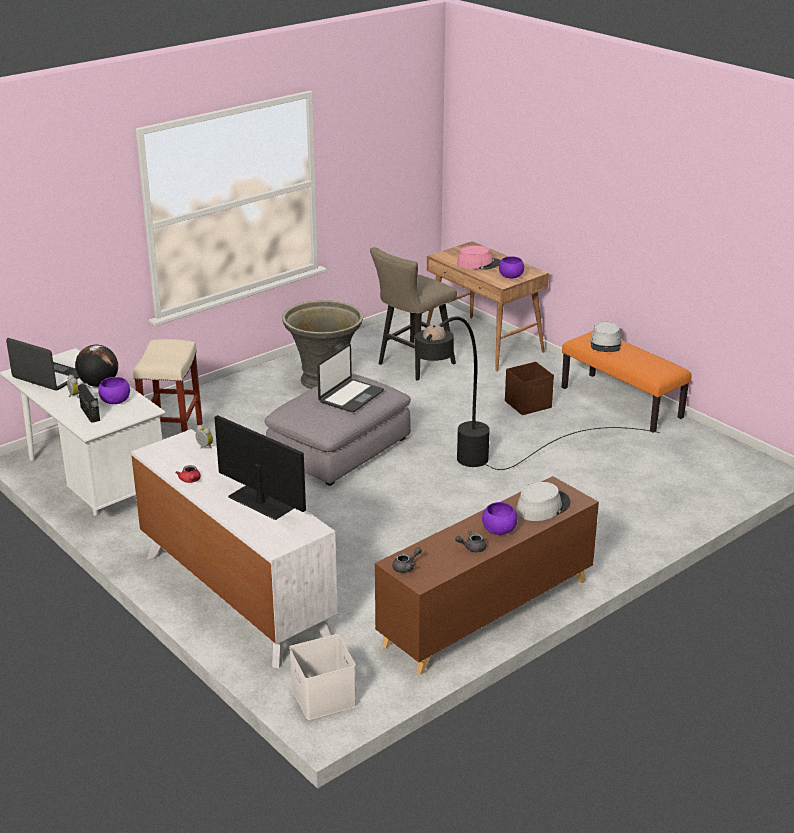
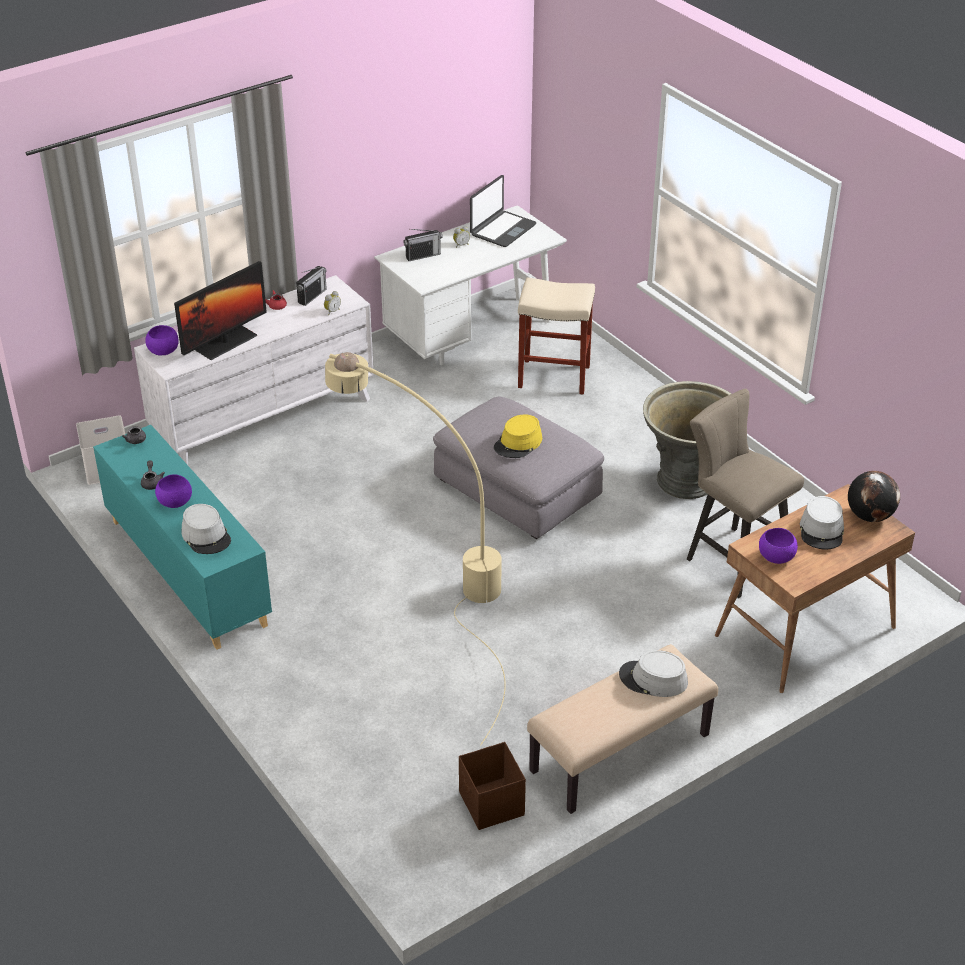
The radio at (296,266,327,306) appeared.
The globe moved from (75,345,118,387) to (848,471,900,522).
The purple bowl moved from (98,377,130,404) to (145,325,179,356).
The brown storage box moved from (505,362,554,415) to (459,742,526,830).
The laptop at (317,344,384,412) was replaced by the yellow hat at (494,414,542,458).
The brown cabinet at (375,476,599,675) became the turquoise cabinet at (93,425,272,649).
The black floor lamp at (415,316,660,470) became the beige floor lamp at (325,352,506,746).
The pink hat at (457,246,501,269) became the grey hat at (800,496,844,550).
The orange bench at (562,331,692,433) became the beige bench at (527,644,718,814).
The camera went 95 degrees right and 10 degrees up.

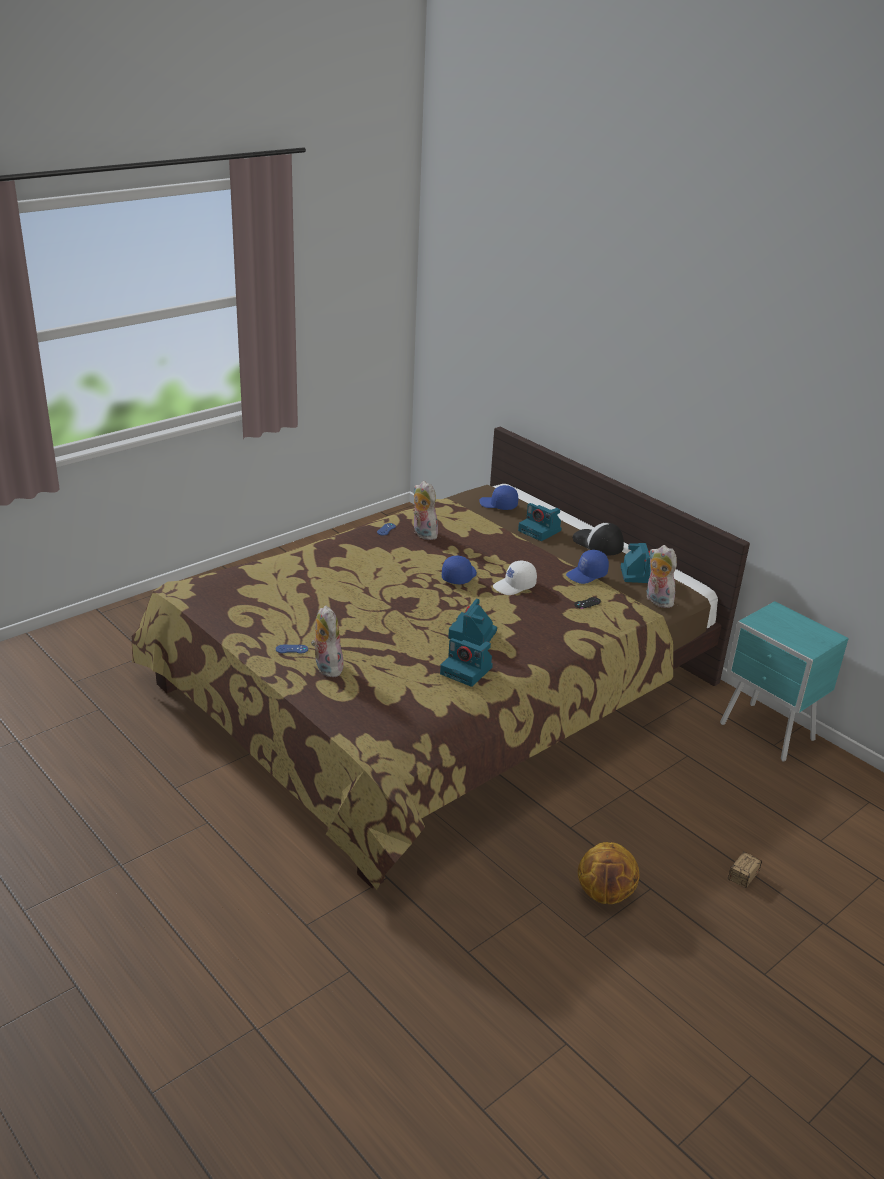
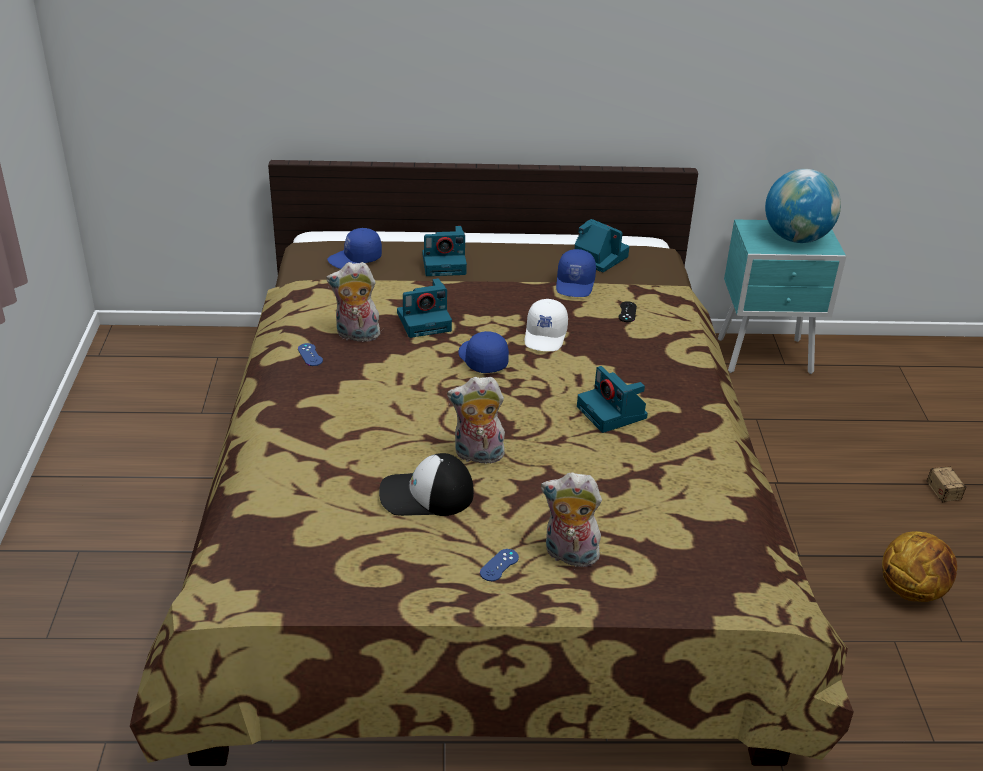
The globe at (765,169,841,243) appeared.
The photo camera moved from (440,638,493,687) to (397,278,452,338).
The cap moved from (573,523,624,555) to (379,453,474,516).
The plush toy moved from (647,545,677,608) to (447,377,505,464).
The camera went 50 degrees left and 5 degrees up.

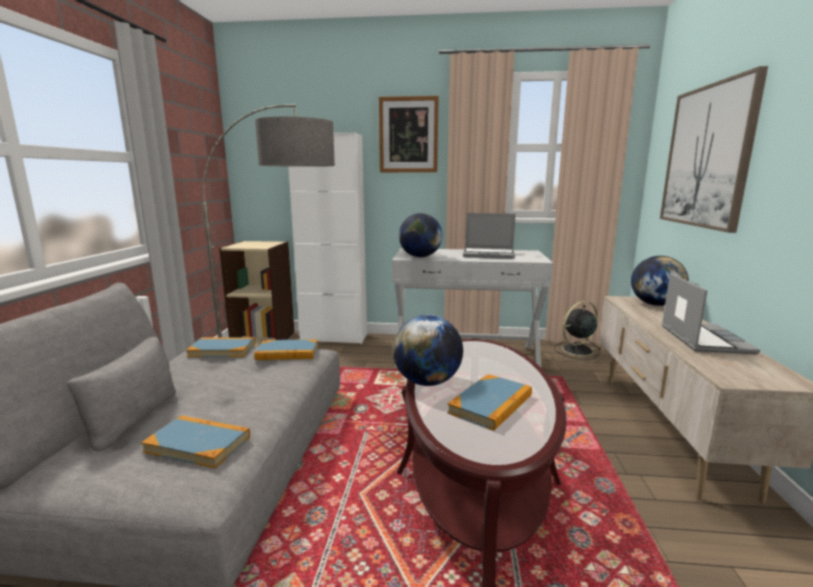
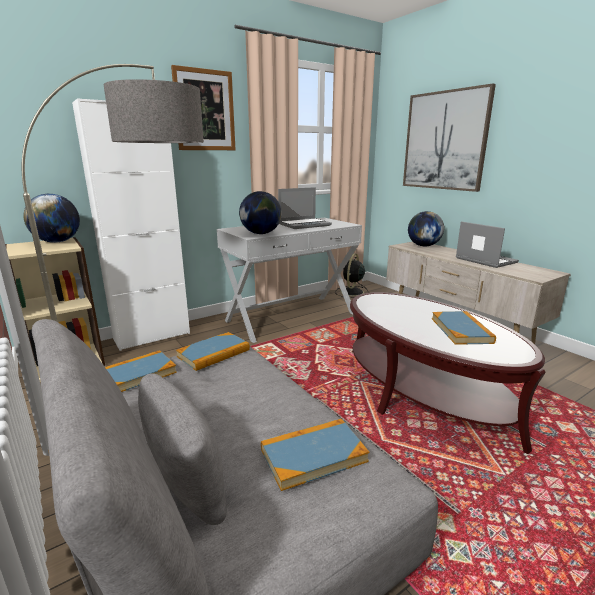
The globe moved from (393,315,463,386) to (23,194,80,243).
The camera went 40 degrees left and 5 degrees up.

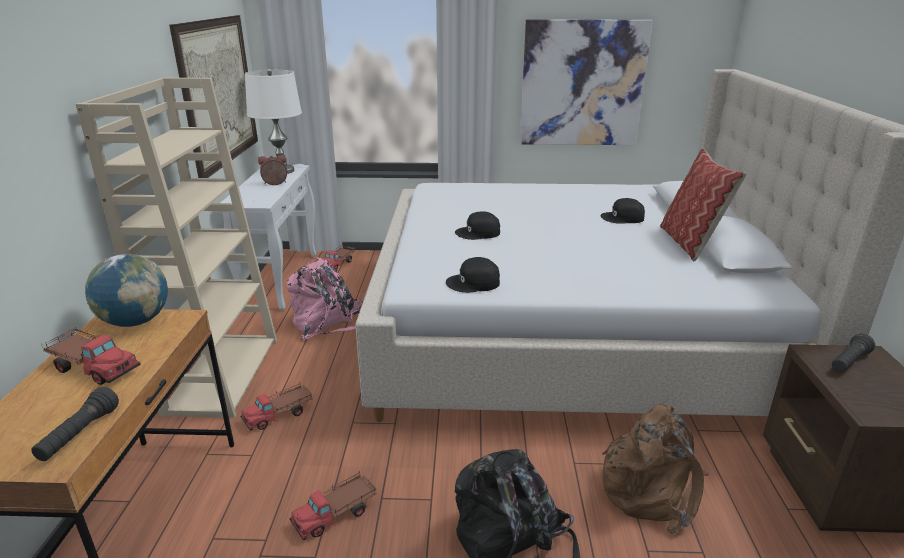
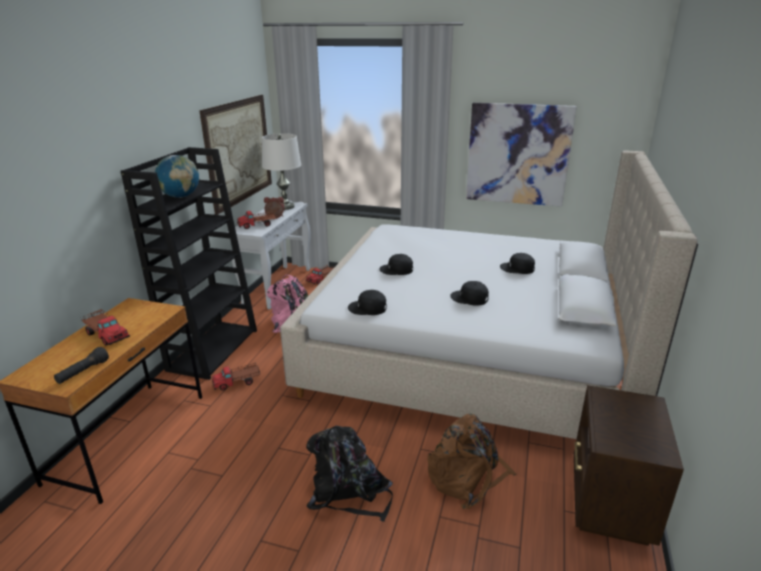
The pillow at (660,148,746,261) disappeared.
The black flashlight at (832,334,875,372) disappeared.
The black cap at (450,281,489,306) appeared.
The globe moved from (85,254,168,327) to (155,155,199,198).
The toy truck moved from (289,472,377,541) to (237,211,277,229).
The beige bookcase at (75,78,277,418) became the black bookcase at (121,147,257,380).
The camera went 15 degrees right and 0 degrees up.

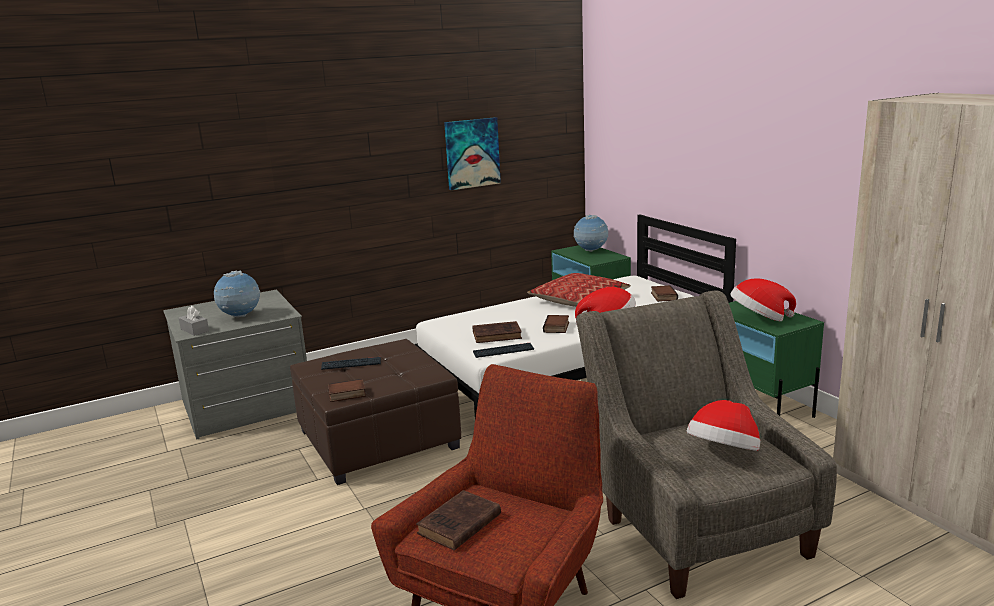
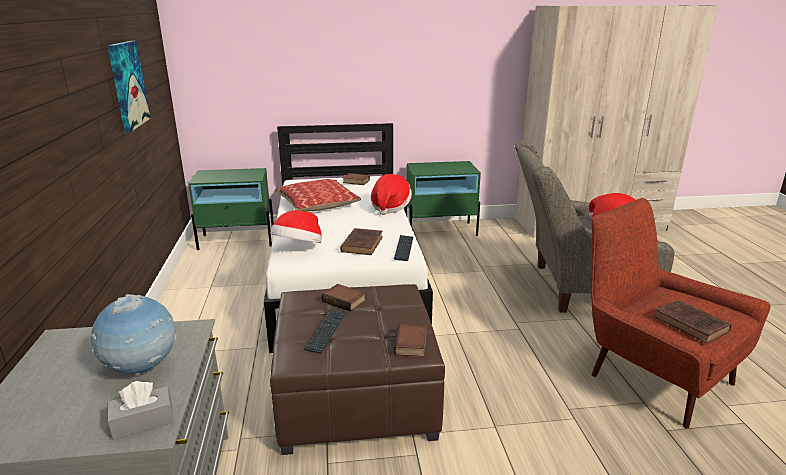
The globe at (573,214,608,252) disappeared.
The book moved from (543,315,569,333) to (322,284,366,312).
The hat moved from (730,278,796,322) to (270,210,322,243).
The camera went 70 degrees left and 5 degrees up.

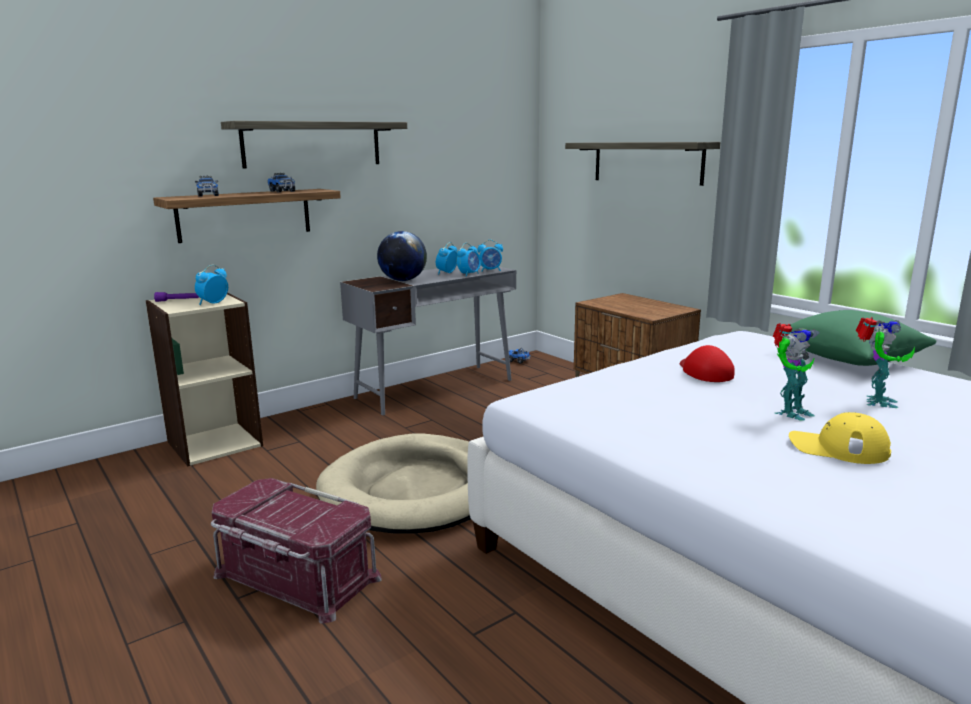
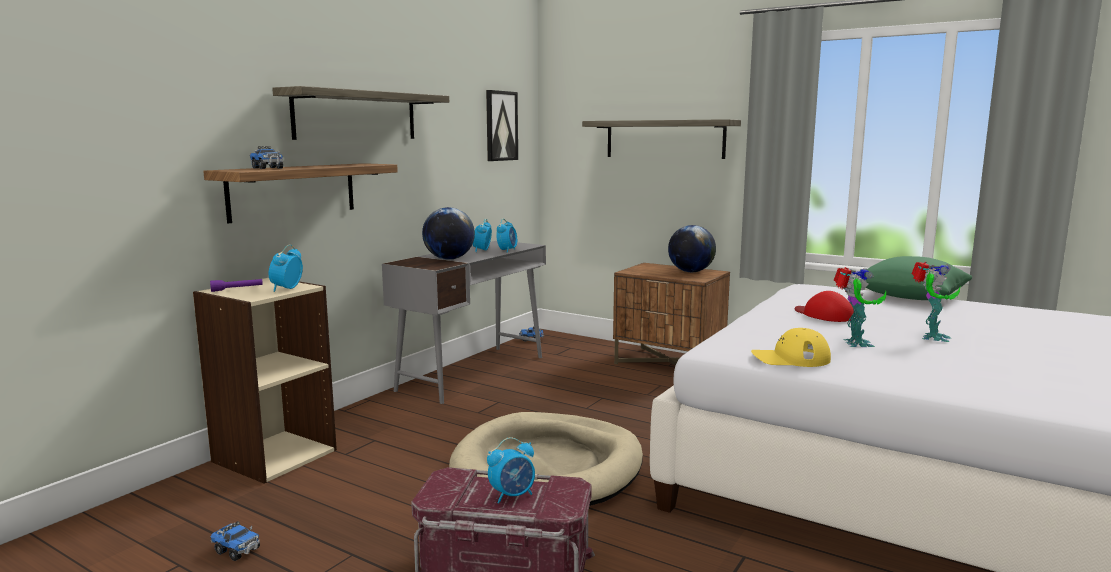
The picture at (486,90,518,161) appeared.
The globe at (668,225,716,272) appeared.
The toy truck moved from (267,173,295,192) to (211,521,260,561).
The alarm clock moved from (478,240,503,272) to (487,437,535,503).
The yellow cap moved from (789,412,891,464) to (751,328,831,367).
The toy robot moved from (856,317,915,408) to (834,267,886,347).
The camera went 20 degrees left and 5 degrees down.

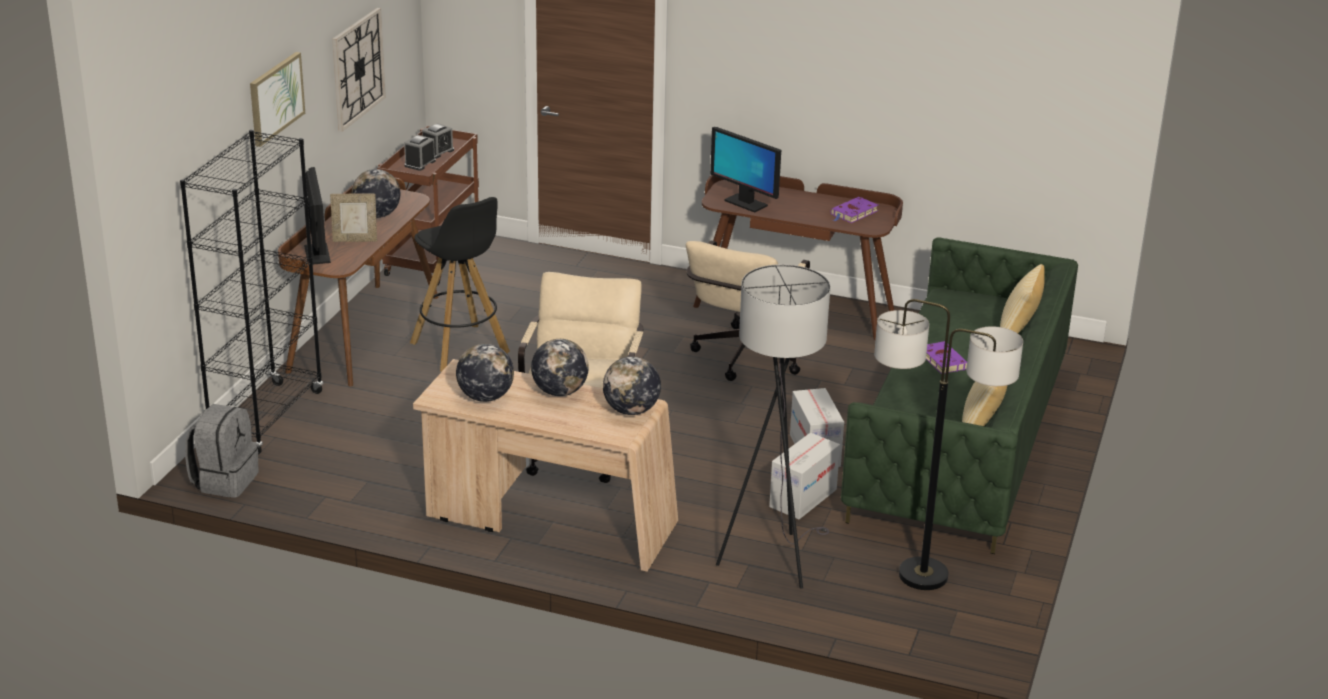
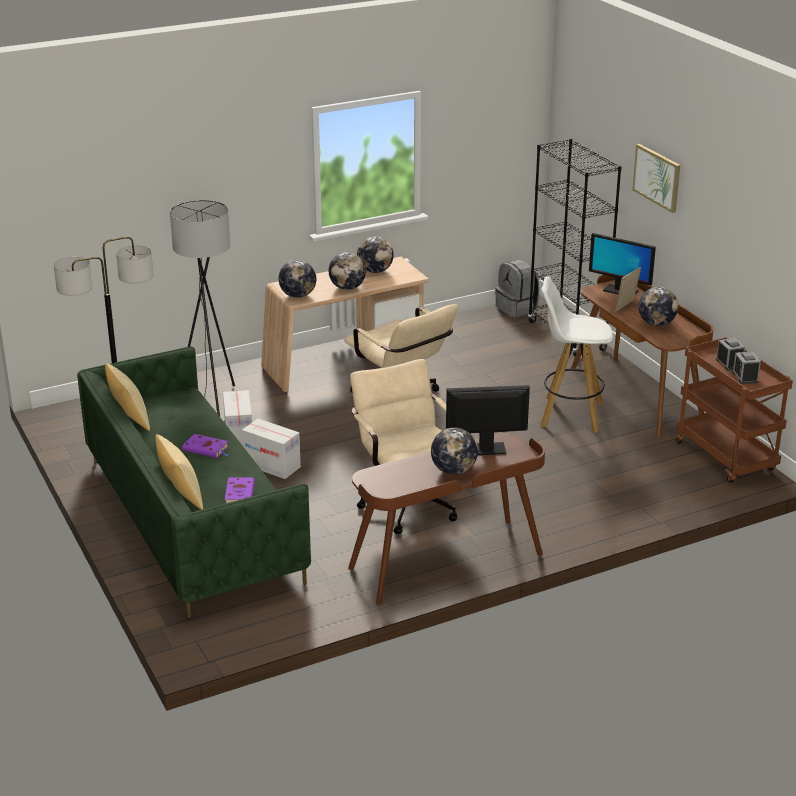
The wall clock at (332,8,386,132) disappeared.
The globe at (431,427,478,475) appeared.
The purple book moved from (830,197,878,223) to (225,477,255,504).
The black stool at (410,197,510,371) became the white stool at (540,276,613,432).
The camera went 135 degrees right and 0 degrees up.

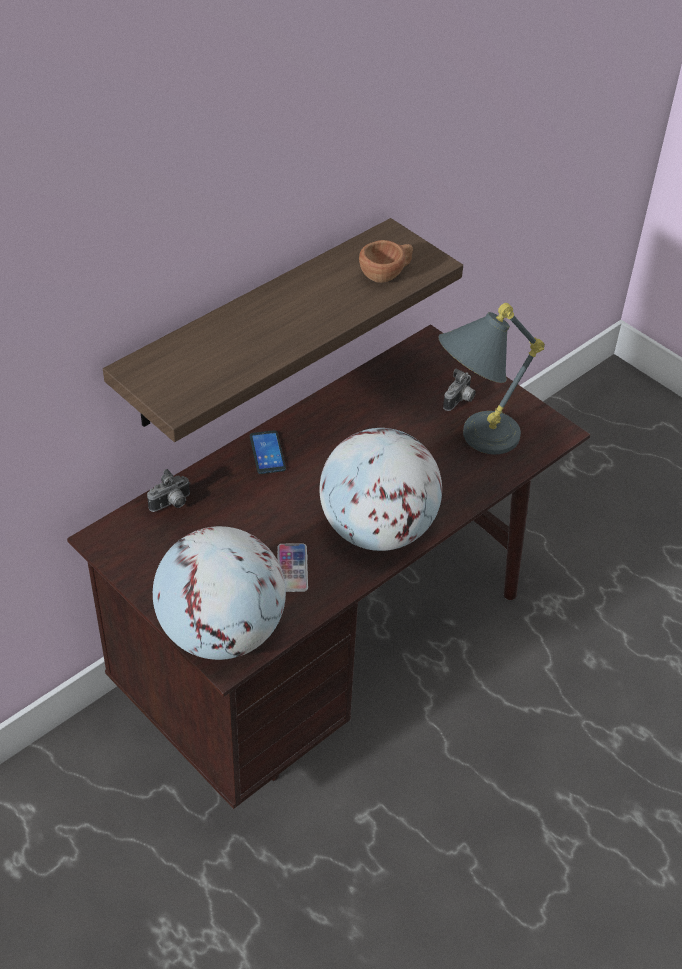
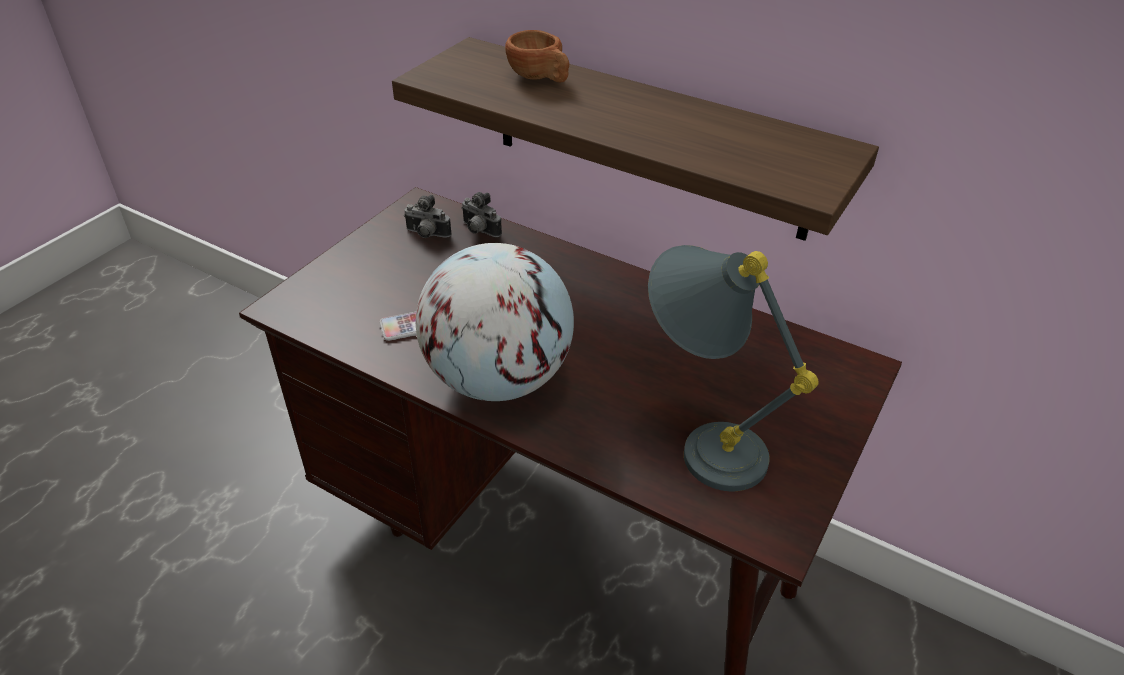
The globe at (153,526,286,660) disappeared.
The phone at (250,430,286,474) disappeared.
The brown cup moved from (359,240,413,283) to (505,30,569,83).
The photo camera moved from (443,369,476,411) to (403,195,452,238).
The camera went 75 degrees right and 5 degrees down.

